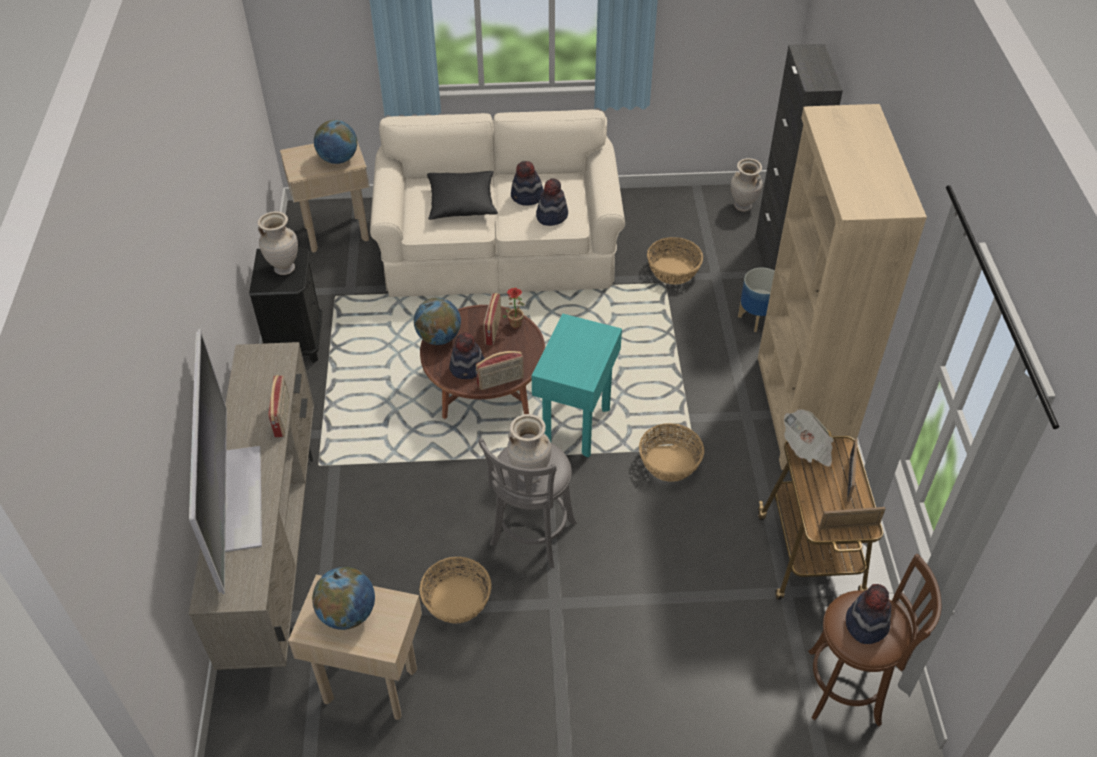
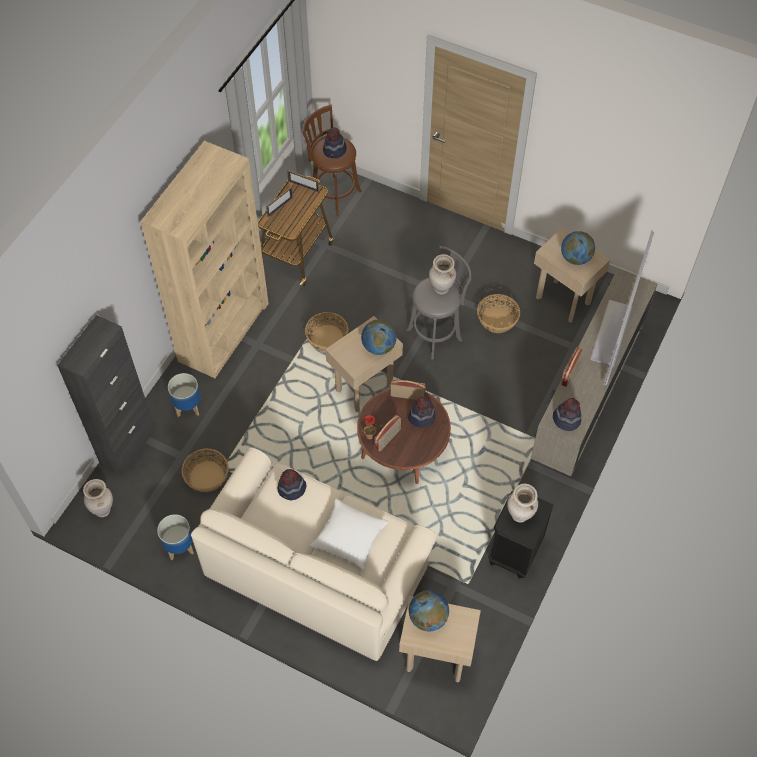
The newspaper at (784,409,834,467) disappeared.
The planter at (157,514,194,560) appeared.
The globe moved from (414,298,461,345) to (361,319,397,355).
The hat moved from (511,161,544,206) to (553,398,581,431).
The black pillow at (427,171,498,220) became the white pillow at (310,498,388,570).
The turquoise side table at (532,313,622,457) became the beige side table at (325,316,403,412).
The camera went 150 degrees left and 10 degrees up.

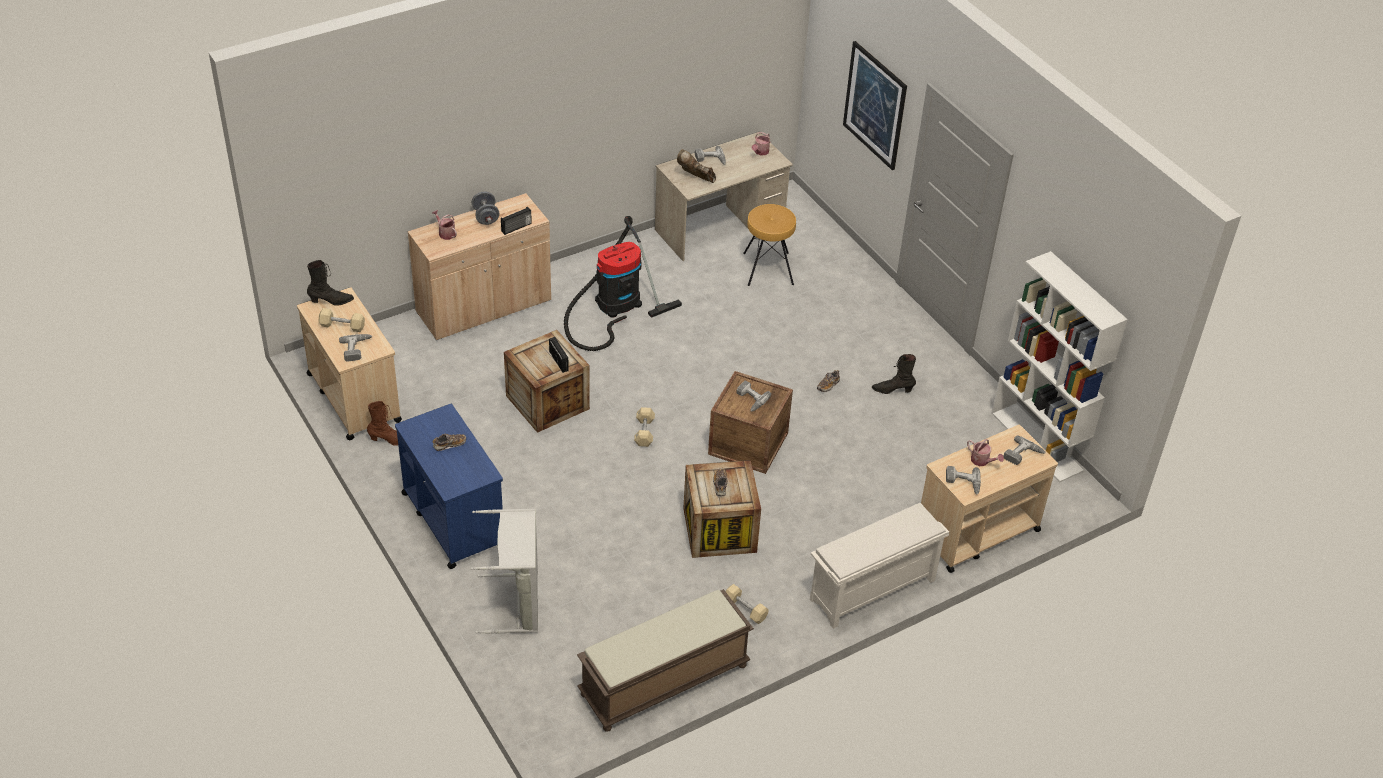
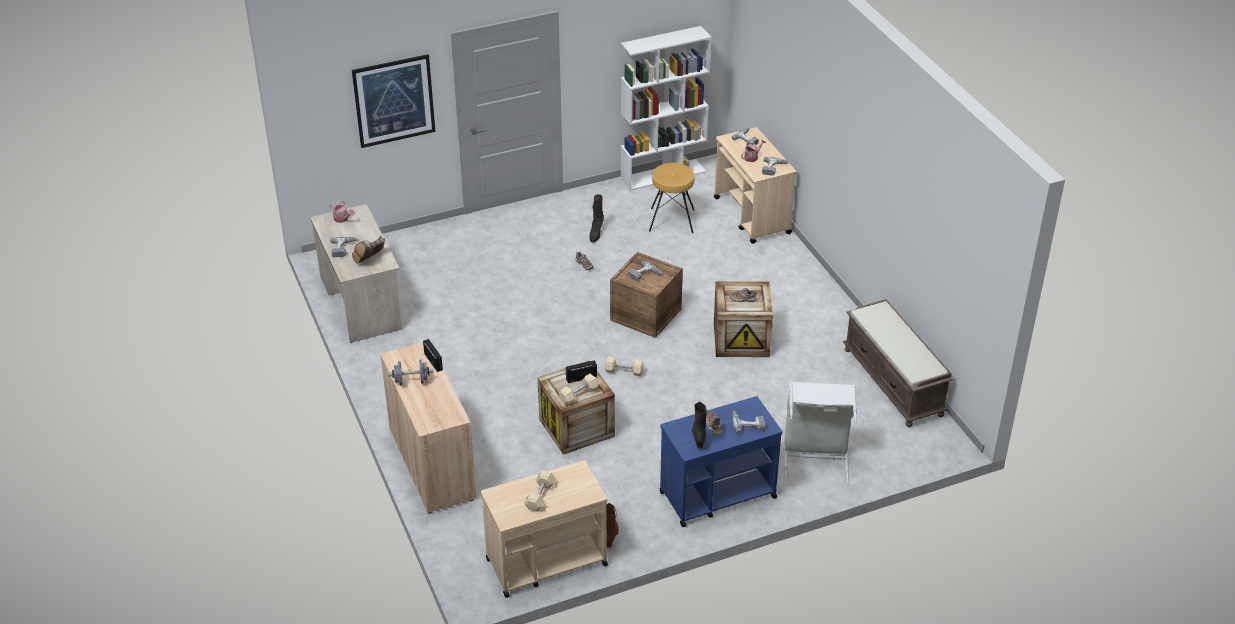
The watering can at (432,210,457,240) disappeared.
The vacuum cleaner at (564,216,682,351) disappeared.
The white shoe rack at (810,503,949,629) disappeared.
The black boot moved from (307,260,354,306) to (692,401,707,448).
The power drill moved from (339,334,372,362) to (732,410,765,434).
The beige dumbbell moved from (726,584,769,624) to (559,374,599,405).
The brown stool moved from (743,204,796,286) to (649,163,695,233).
The camera went 80 degrees left and 5 degrees down.

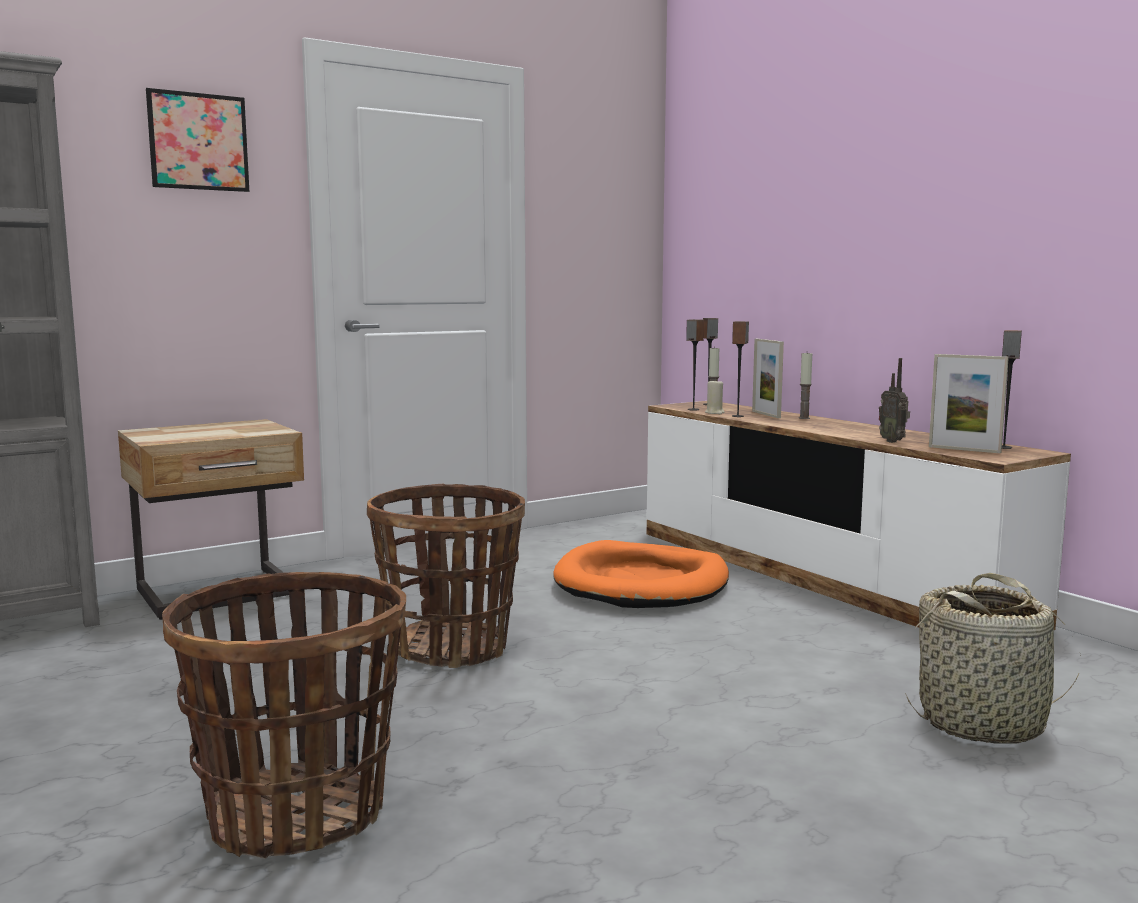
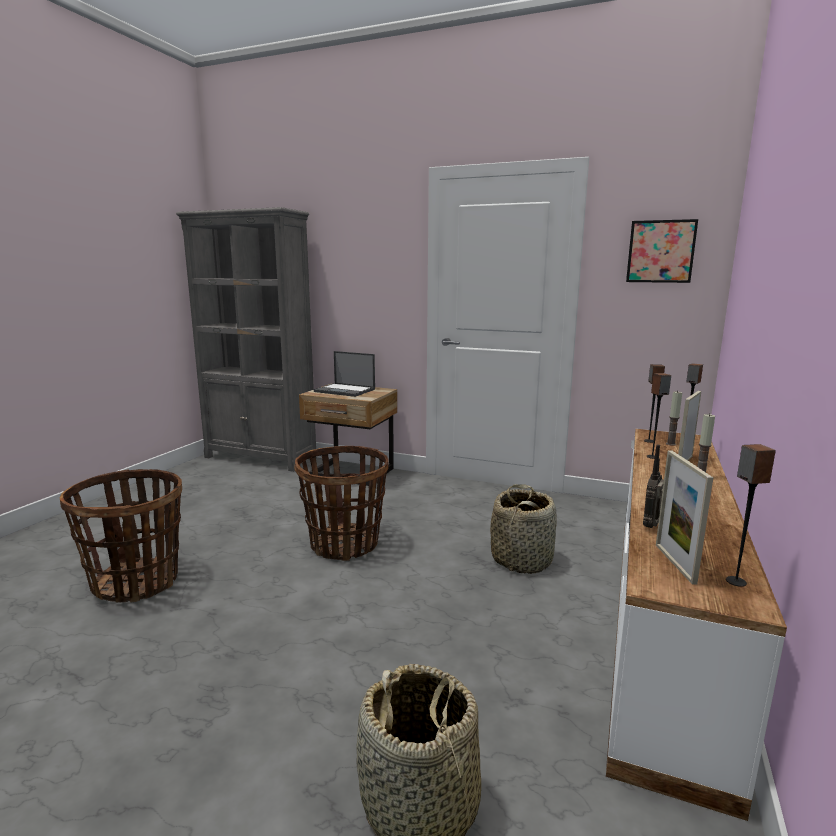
The beige candle at (705,380,725,414) disappeared.
The laptop at (314,351,375,397) appeared.
The picture moved from (146,88,249,192) to (626,219,698,283).
The orange dog bed at (554,540,729,608) was replaced by the basket at (490,484,557,574).
The camera went 55 degrees right and 5 degrees up.

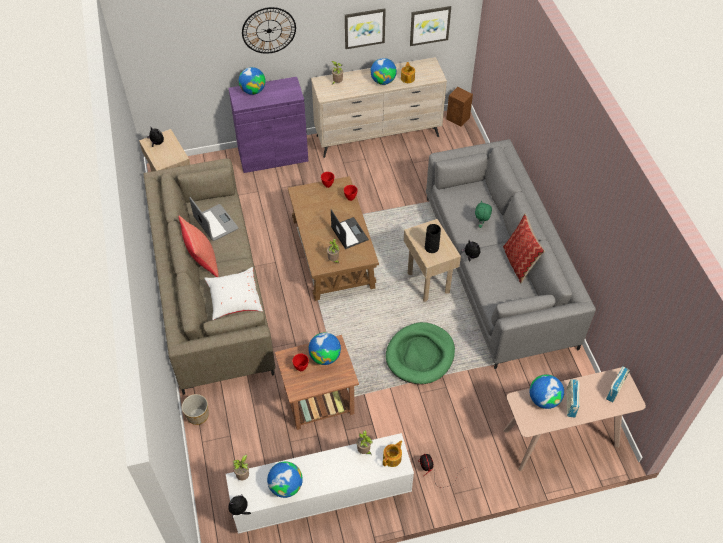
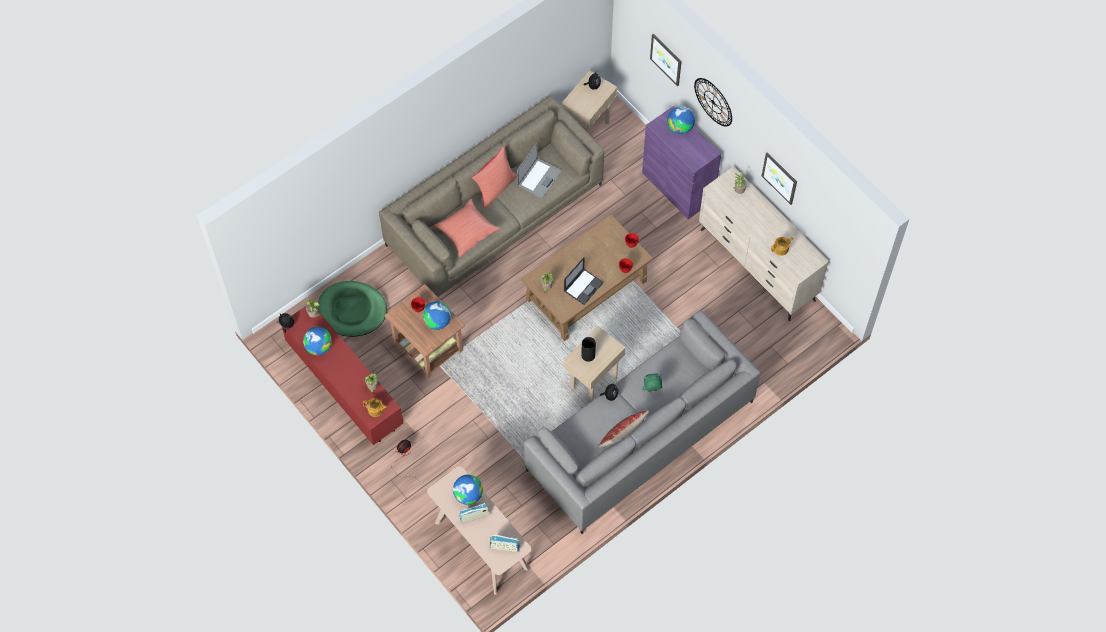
The planter at (182,394,209,425) disappeared.
The globe at (371,58,397,85) disappeared.
The brown speaker at (446,87,473,127) disappeared.
The green dog bed moved from (386,322,455,384) to (318,281,387,337).
The picture moved from (410,6,451,46) to (650,34,682,86).
The white pillow at (204,267,263,320) became the red pillow at (433,199,500,257).
The white tv stand at (226,433,414,534) became the red tv stand at (282,305,404,445).
The camera went 65 degrees right and 10 degrees up.

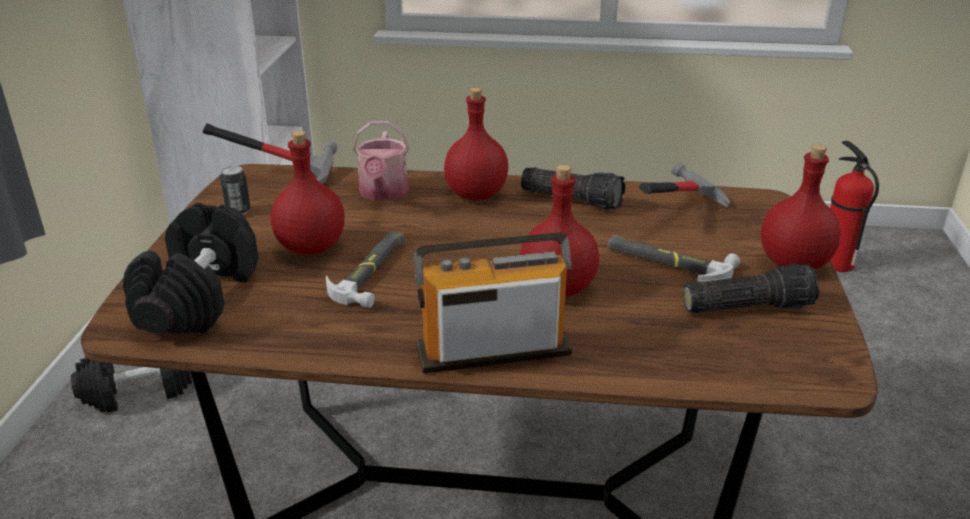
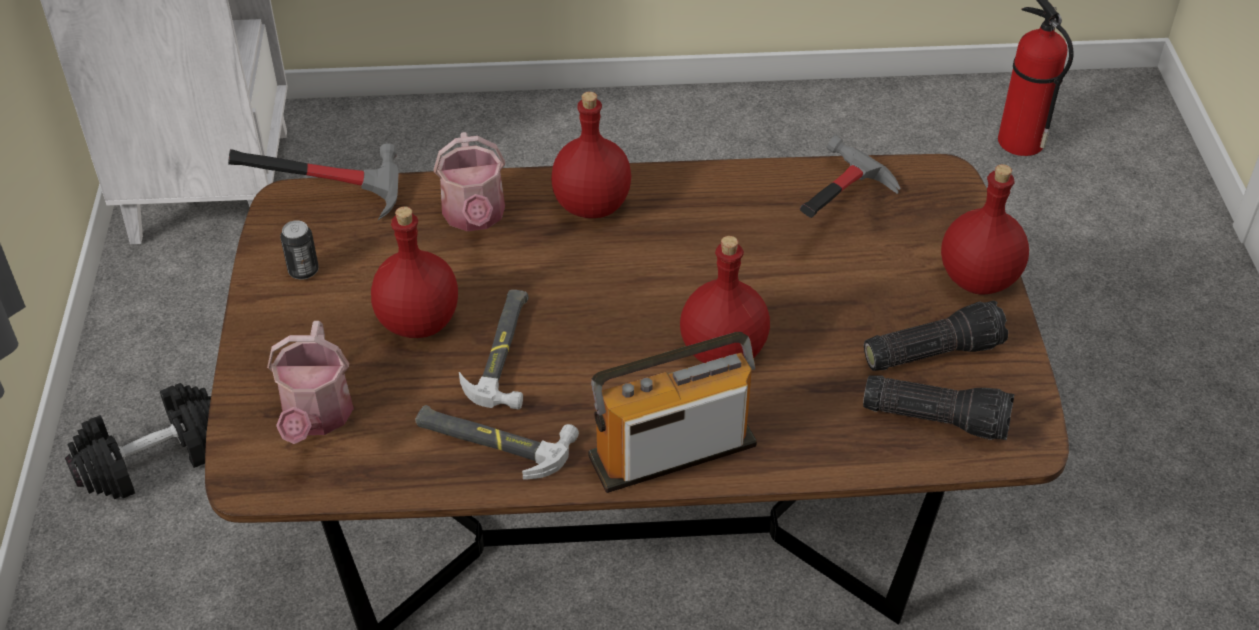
The flashlight moved from (521,167,626,210) to (863,376,1015,440).
The hammer moved from (608,235,740,282) to (416,405,579,480).
The black dumbbell at (123,203,258,334) was replaced by the watering can at (267,321,354,444).
The camera went 10 degrees left and 15 degrees up.

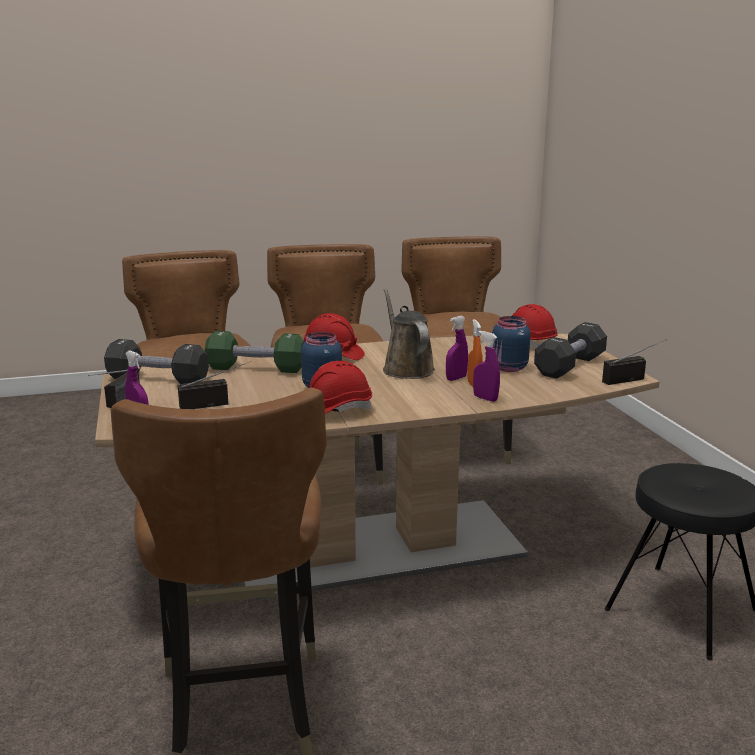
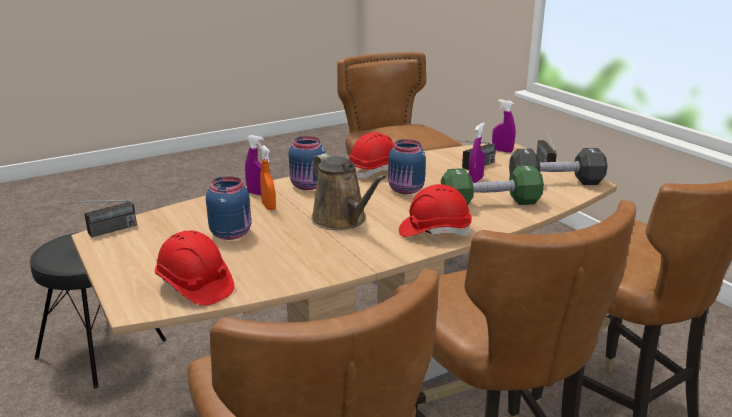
The black dumbbell at (534,322,607,379) disappeared.
The blue jar at (289,136,325,190) appeared.
The purple spray bottle moved from (446,316,468,381) to (469,123,485,183).
The camera went 165 degrees right and 5 degrees up.

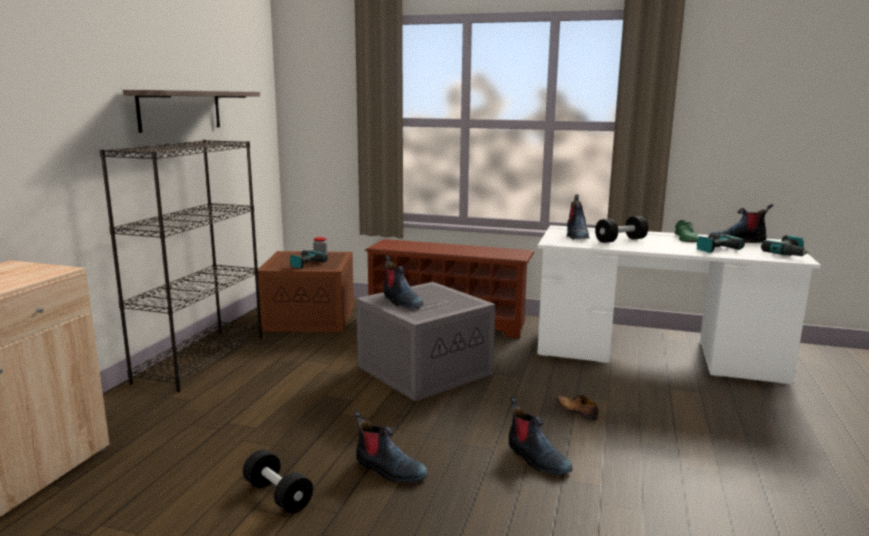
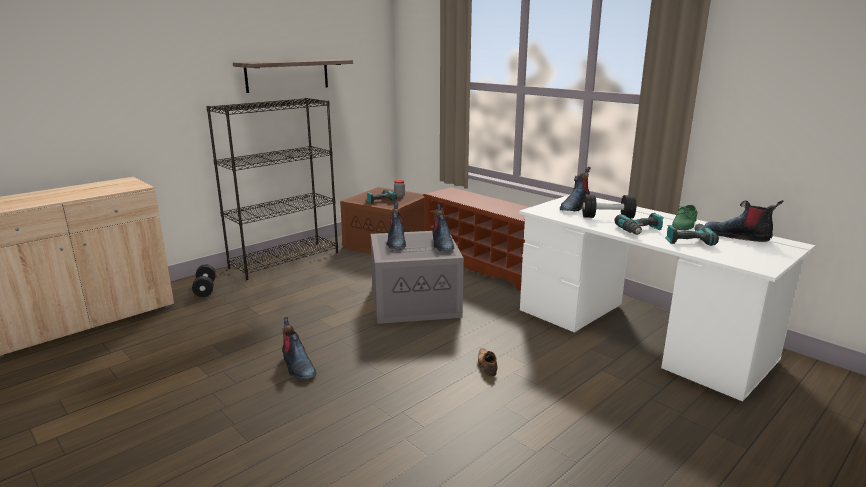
The black dumbbell moved from (243,449,313,513) to (192,264,216,297).
The boot moved from (509,396,573,476) to (433,204,454,251).
The power drill moved from (761,235,810,256) to (615,213,664,235).
The camera went 30 degrees right and 5 degrees up.

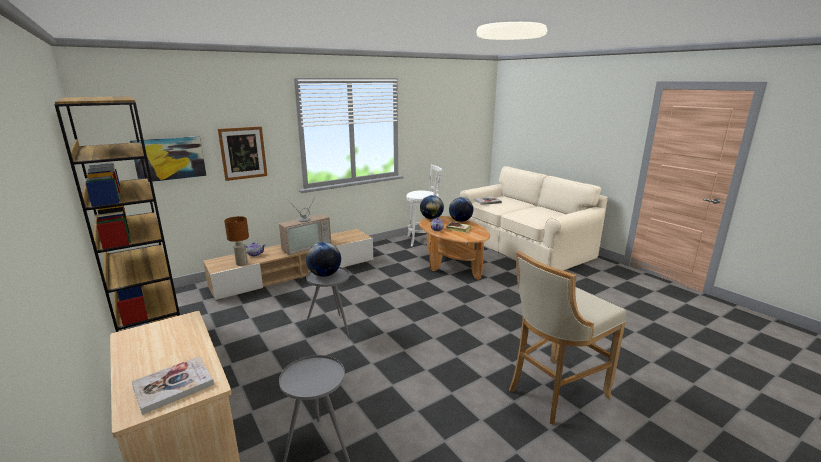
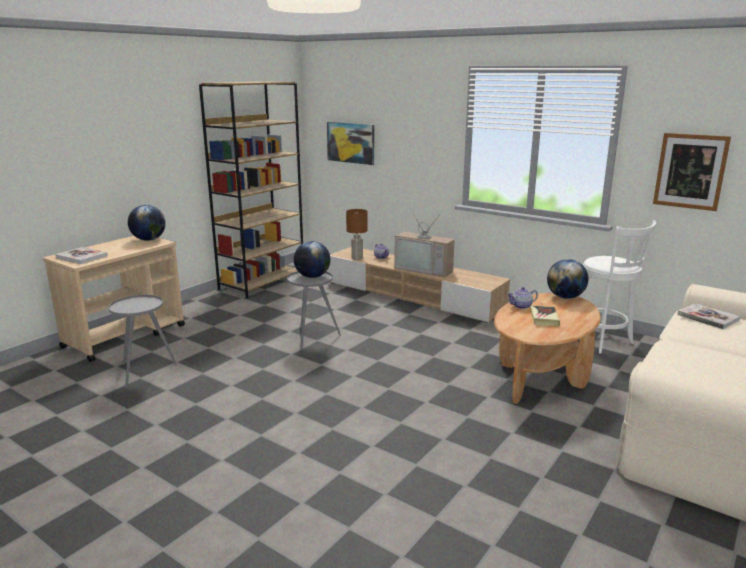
The beige stool at (509,251,626,425) disappeared.
The picture moved from (218,126,267,181) to (653,133,731,211).
The globe moved from (449,197,473,222) to (128,205,166,241).
The camera went 70 degrees right and 0 degrees up.

